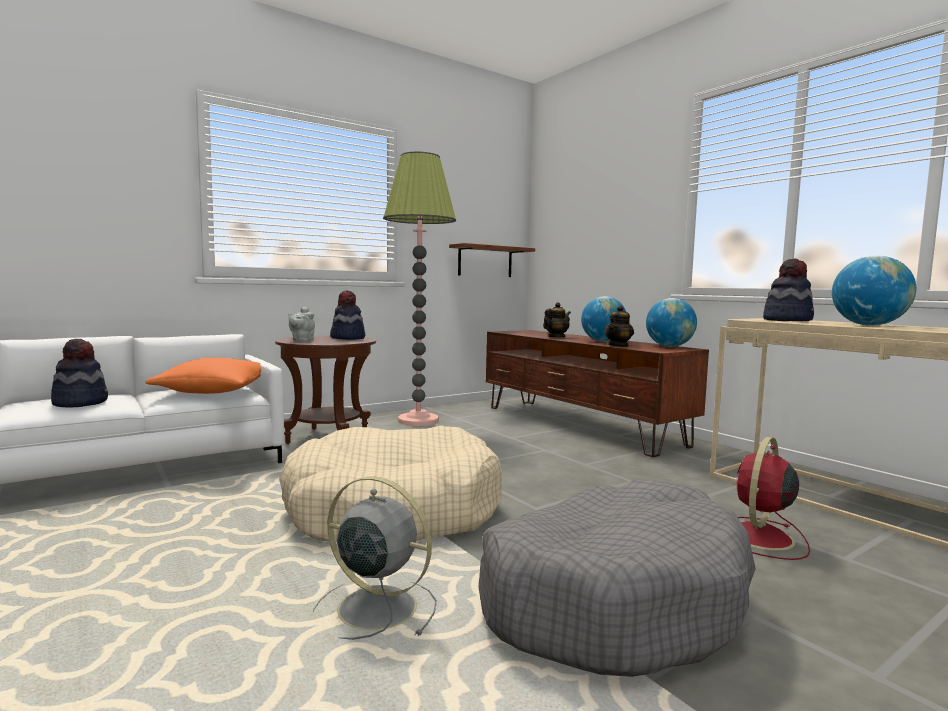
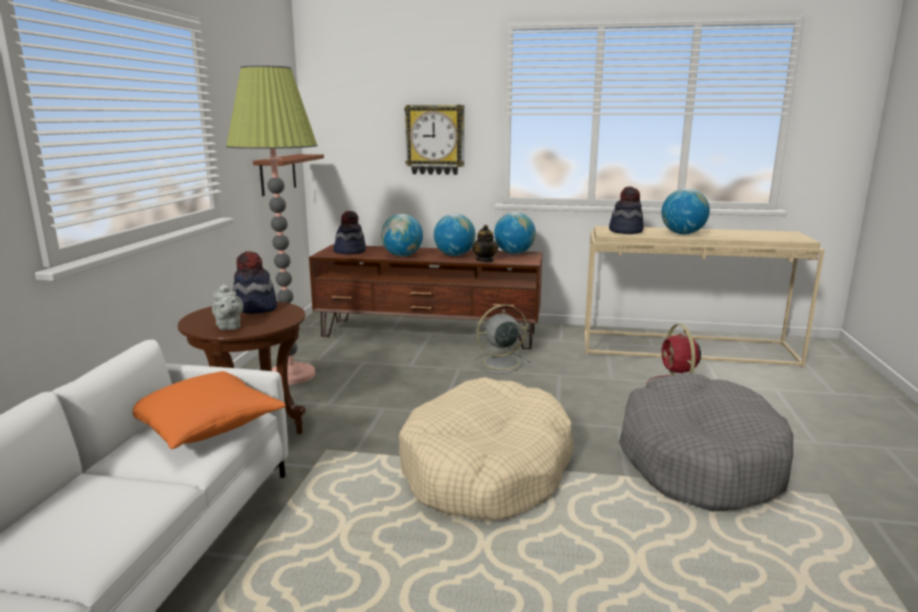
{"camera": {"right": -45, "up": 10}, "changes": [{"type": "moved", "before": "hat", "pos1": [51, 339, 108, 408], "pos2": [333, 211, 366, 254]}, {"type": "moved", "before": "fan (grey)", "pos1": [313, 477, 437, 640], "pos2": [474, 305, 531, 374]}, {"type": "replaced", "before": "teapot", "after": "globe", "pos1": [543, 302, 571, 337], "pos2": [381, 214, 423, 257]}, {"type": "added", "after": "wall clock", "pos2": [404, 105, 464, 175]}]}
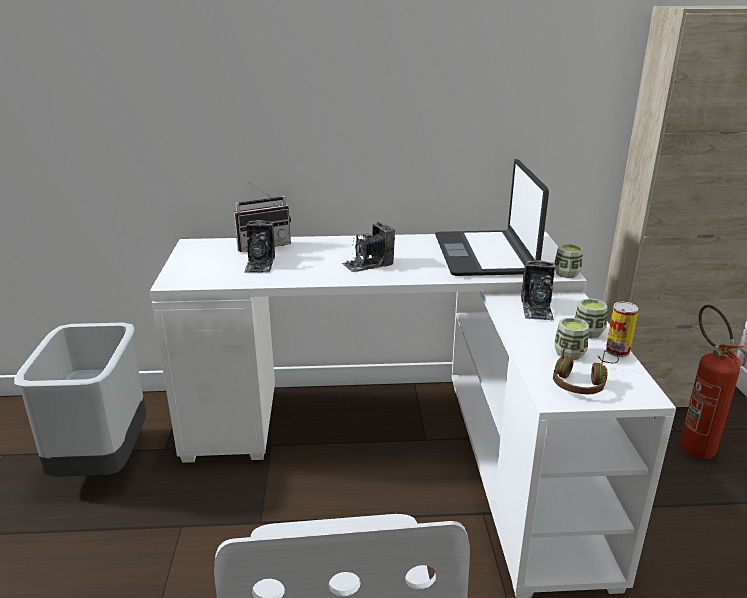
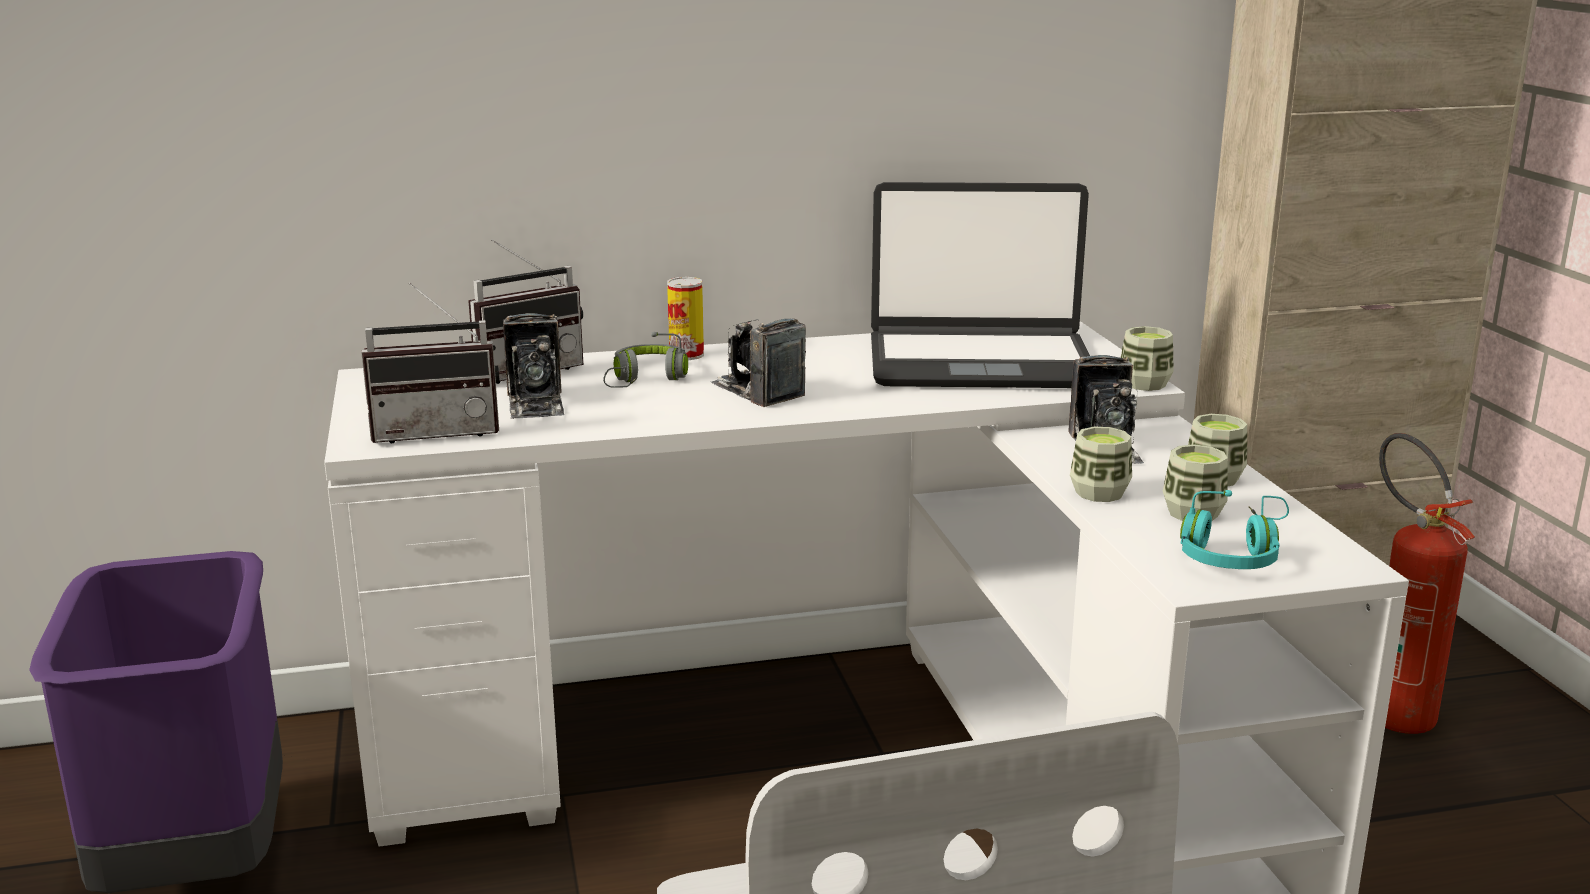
{"camera": {"right": -10, "up": -5}, "changes": [{"type": "recoloured", "before": "trash can (grey)", "after": "trash can (purple)", "pos1": [14, 323, 147, 477], "pos2": [29, 551, 283, 893]}, {"type": "turned", "before": "photo camera", "pos1": [342, 222, 395, 272], "pos2": [711, 318, 806, 407], "turn": 90}, {"type": "turned", "before": "laptop", "pos1": [435, 159, 549, 276], "pos2": [871, 182, 1090, 388], "turn": -75}, {"type": "recoloured", "before": "headphones (brown)", "after": "headphones (turquoise)", "pos1": [553, 348, 619, 394], "pos2": [1180, 490, 1289, 569]}, {"type": "moved", "before": "can", "pos1": [606, 302, 639, 357], "pos2": [667, 277, 704, 360]}, {"type": "added", "after": "radio", "pos2": [361, 282, 500, 443]}, {"type": "added", "after": "headphones (grey)", "pos2": [603, 332, 688, 388]}, {"type": "added", "after": "cup", "pos2": [1070, 427, 1132, 502]}]}
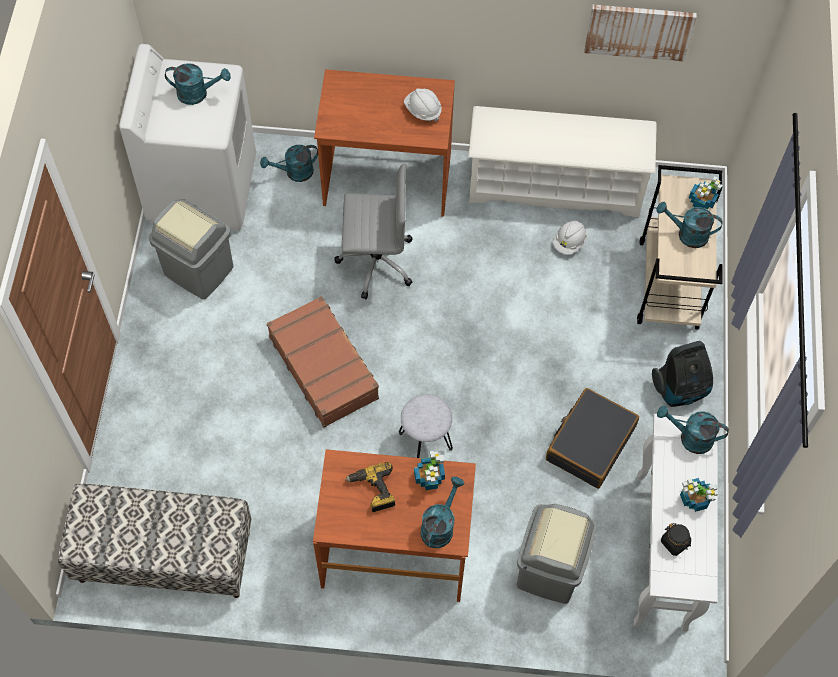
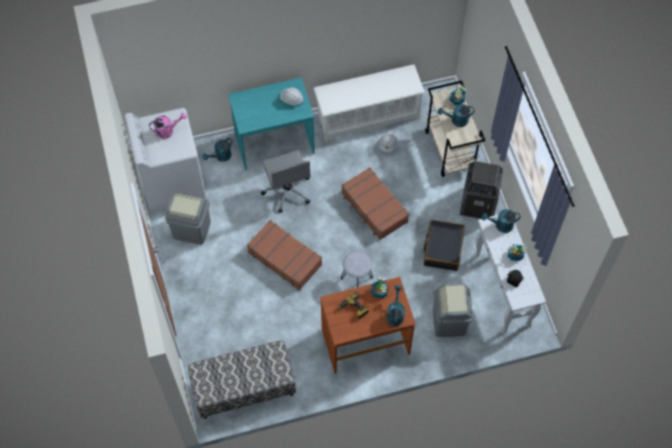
{"camera": {"right": -20, "up": 0}, "changes": [{"type": "recoloured", "before": "watering can (turquoise)", "after": "watering can (pink)", "pos1": [165, 63, 231, 105], "pos2": [149, 112, 187, 139]}, {"type": "recoloured", "before": "desk (brown)", "after": "desk (turquoise)", "pos1": [314, 69, 455, 217], "pos2": [228, 77, 315, 170]}, {"type": "turned", "before": "office chair (grey)", "pos1": [335, 163, 412, 299], "pos2": [261, 150, 310, 213], "turn": 90}, {"type": "removed", "before": "picture", "pos1": [584, 5, 697, 62]}, {"type": "replaced", "before": "vacuum cleaner", "after": "trash can", "pos1": [652, 341, 713, 407], "pos2": [460, 161, 503, 219]}, {"type": "added", "after": "suitcase (brown)", "pos2": [341, 167, 409, 240]}]}
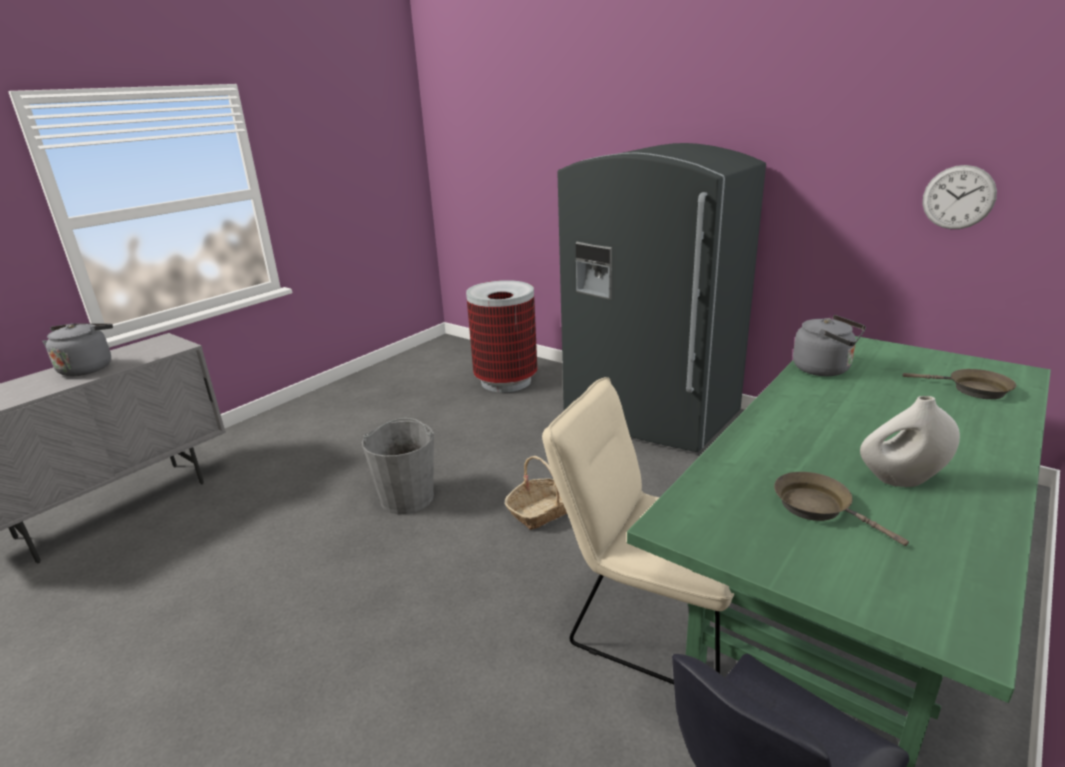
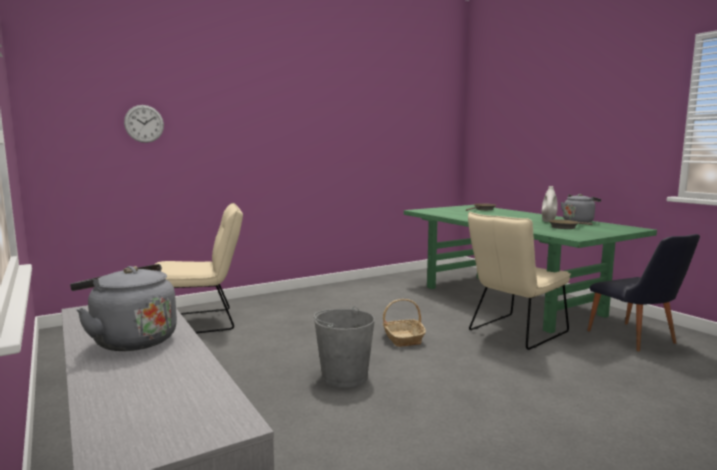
{"camera": {"right": -70, "up": -15}, "changes": [{"type": "replaced", "before": "trash can", "after": "chair (beige)", "pos1": [466, 280, 537, 392], "pos2": [155, 203, 243, 334]}, {"type": "removed", "before": "fridge (grey)", "pos1": [557, 143, 766, 452]}, {"type": "moved", "before": "kettle (grey)", "pos1": [793, 315, 866, 376], "pos2": [561, 194, 601, 223]}, {"type": "moved", "before": "wall clock", "pos1": [922, 165, 997, 229], "pos2": [124, 105, 164, 143]}]}
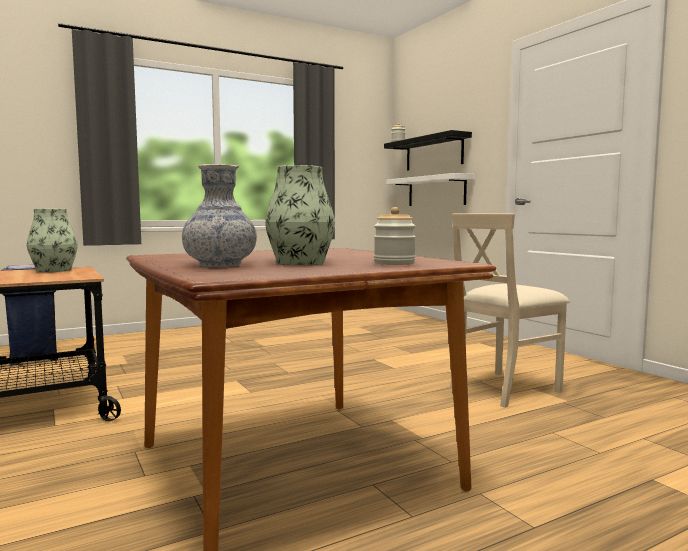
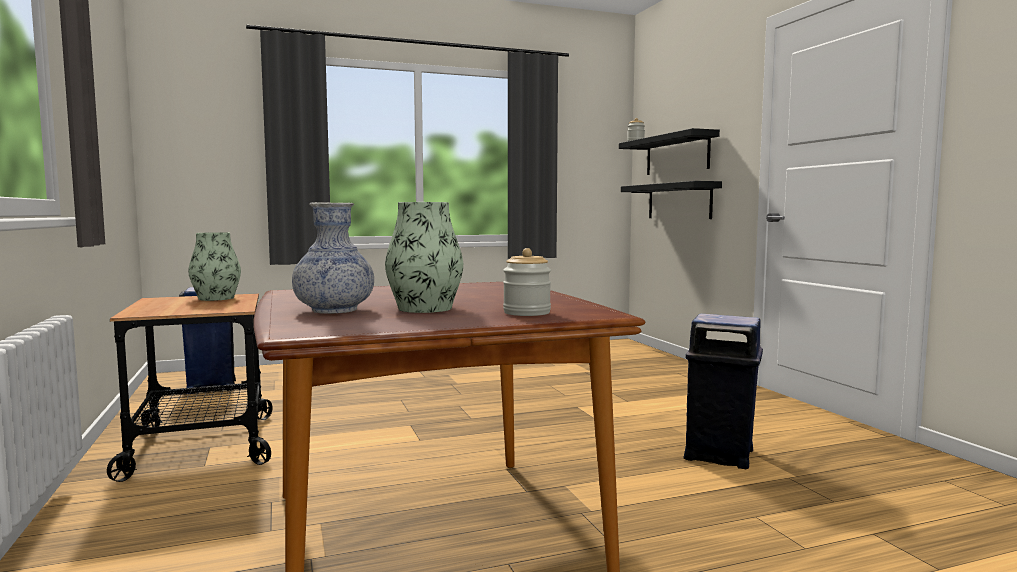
{"camera": {"right": 10, "up": 0}, "changes": [{"type": "recoloured", "before": "shelf (white)", "after": "shelf (black)", "pos1": [386, 173, 475, 206], "pos2": [621, 181, 722, 219]}, {"type": "replaced", "before": "chair (beige)", "after": "trash can (blue)", "pos1": [450, 213, 569, 408], "pos2": [684, 314, 763, 469]}]}
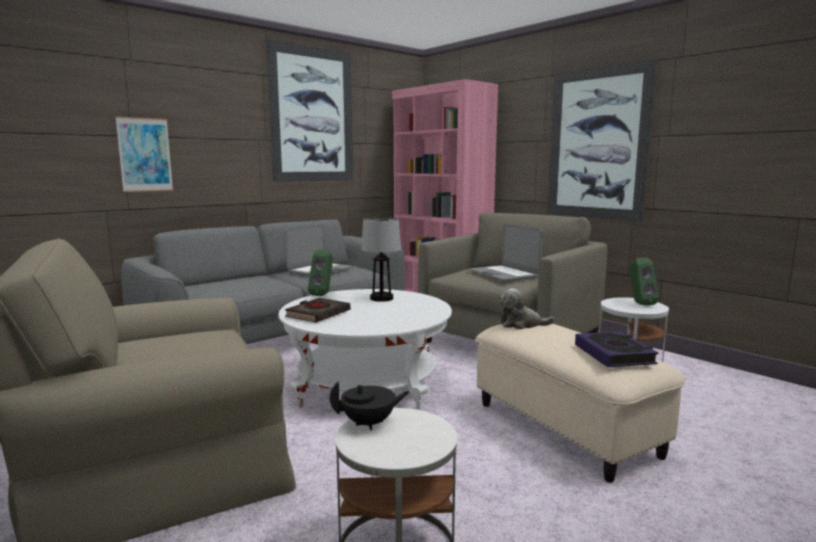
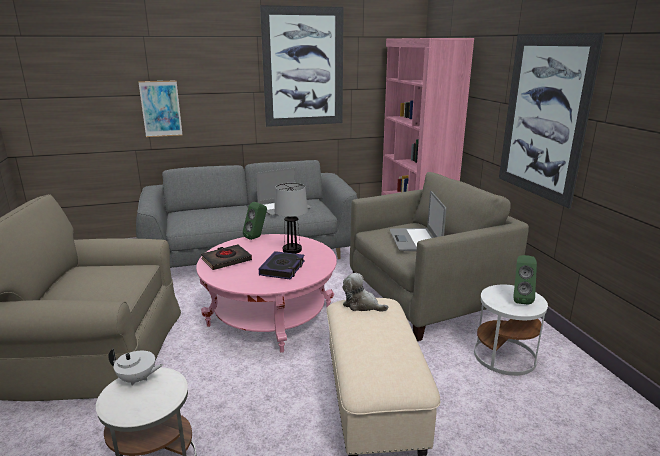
{"camera": {"right": 25, "up": 10}, "changes": [{"type": "recoloured", "before": "coffee table (white)", "after": "coffee table (pink)", "pos1": [278, 289, 452, 410], "pos2": [196, 234, 337, 353]}, {"type": "recoloured", "before": "teapot (black)", "after": "teapot (white)", "pos1": [330, 381, 409, 430], "pos2": [108, 348, 163, 386]}, {"type": "moved", "before": "book", "pos1": [575, 331, 659, 367], "pos2": [259, 251, 305, 279]}]}
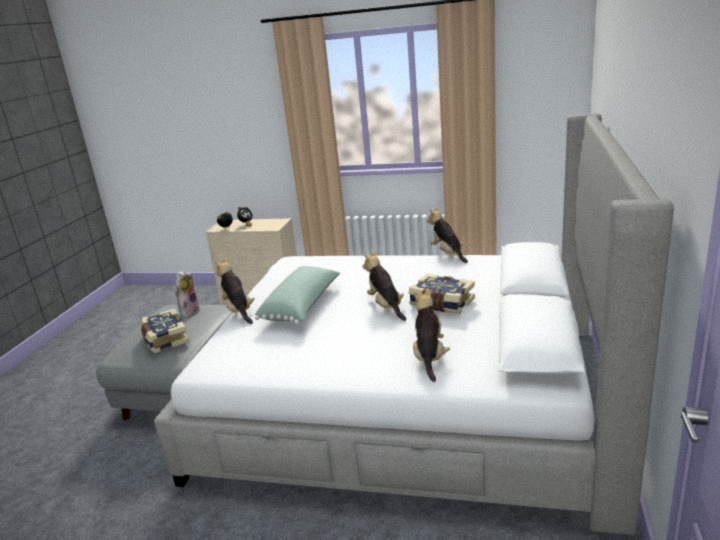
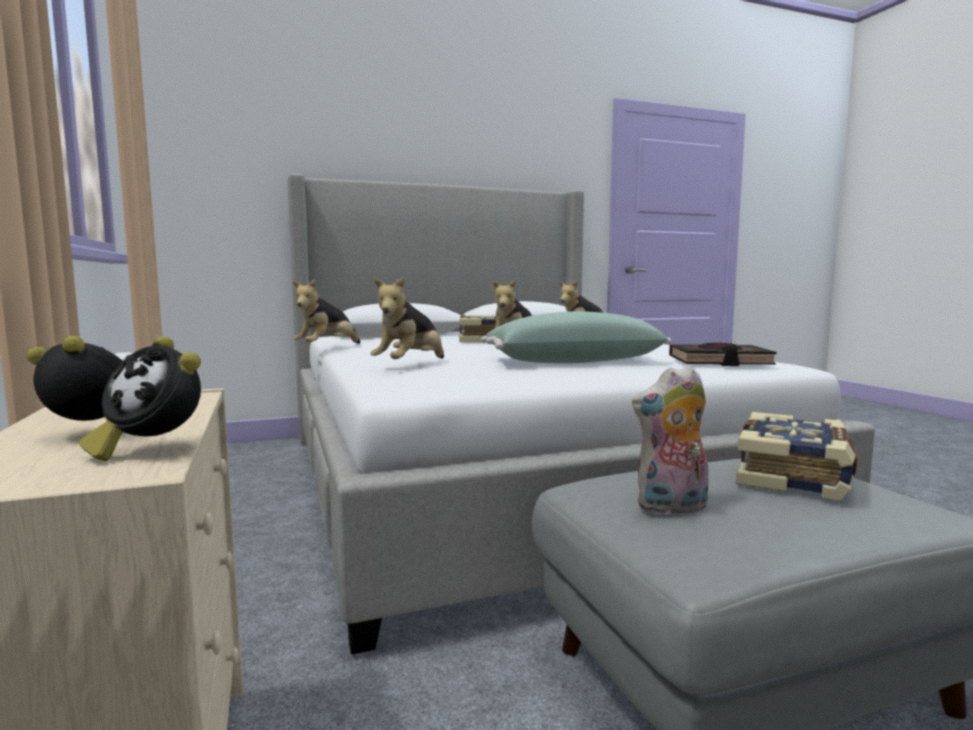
{"camera": {"right": -125, "up": -15}, "changes": [{"type": "moved", "before": "plush toy", "pos1": [215, 257, 255, 324], "pos2": [370, 276, 444, 359]}, {"type": "added", "after": "book (black)", "pos2": [669, 343, 777, 366]}]}
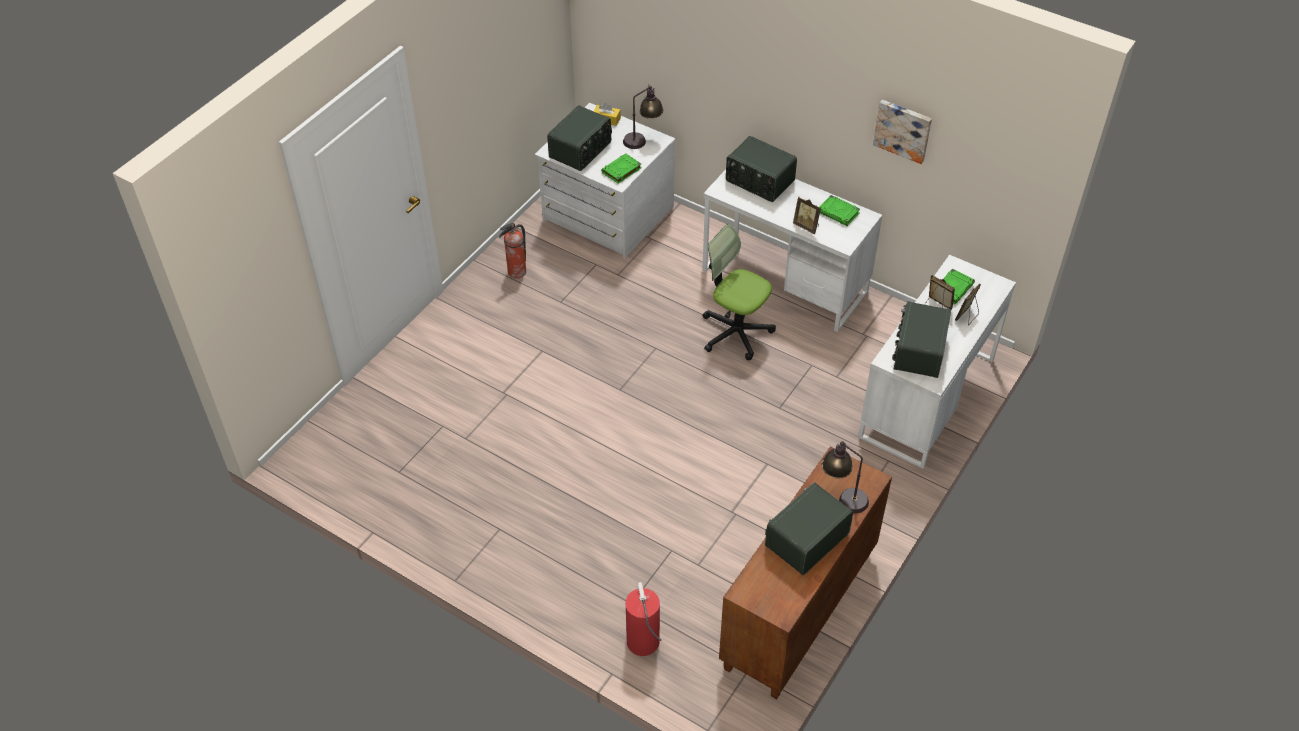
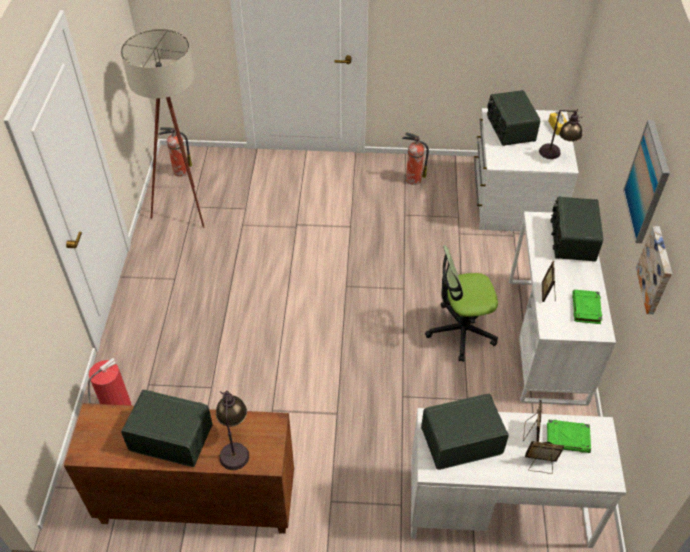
{"camera": {"right": 60, "up": 0}, "changes": [{"type": "turned", "before": "radio", "pos1": [547, 105, 612, 171], "pos2": [487, 90, 540, 146], "turn": 75}, {"type": "removed", "before": "book (green)", "pos1": [601, 153, 642, 183]}, {"type": "turned", "before": "office chair", "pos1": [702, 224, 776, 360], "pos2": [425, 245, 498, 362], "turn": -105}, {"type": "added", "after": "floor lamp (beige)", "pos2": [120, 29, 204, 228]}, {"type": "added", "after": "fire extinguisher", "pos2": [158, 127, 192, 177]}, {"type": "added", "after": "picture", "pos2": [623, 120, 670, 243]}]}
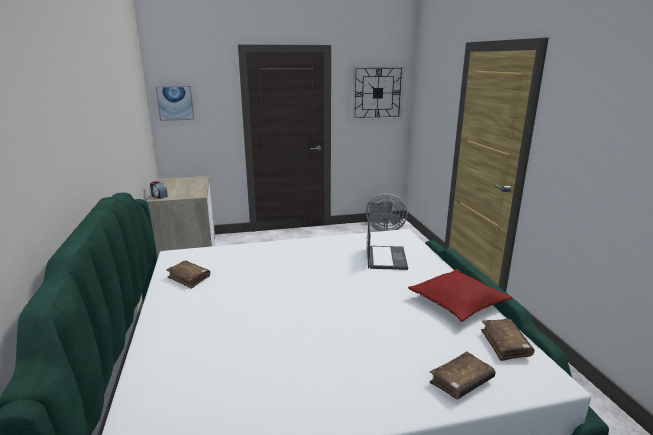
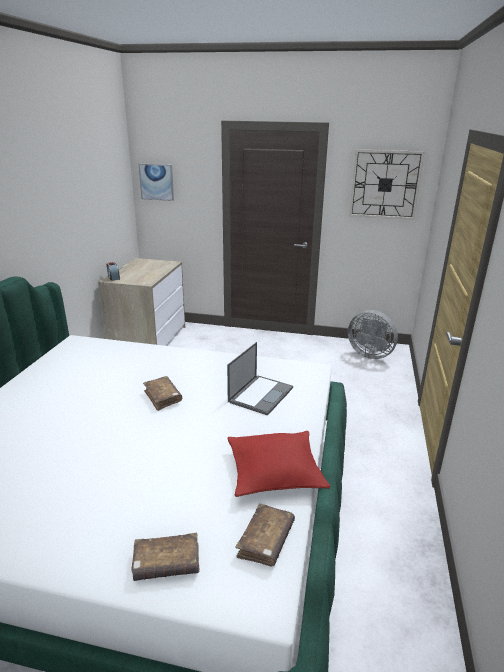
{"camera": {"right": 25, "up": 5}, "changes": [{"type": "moved", "before": "book (brown)", "pos1": [166, 261, 210, 289], "pos2": [143, 376, 182, 411]}]}
